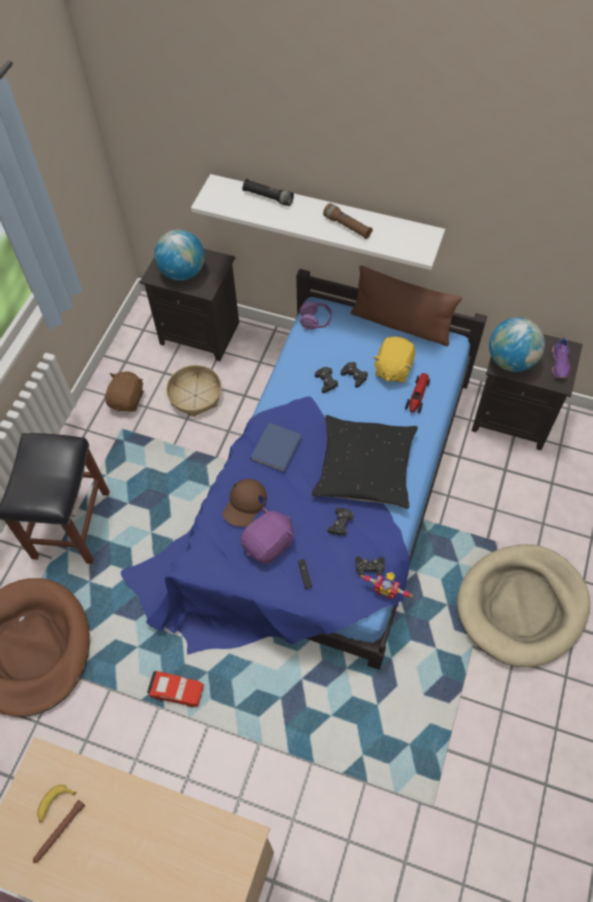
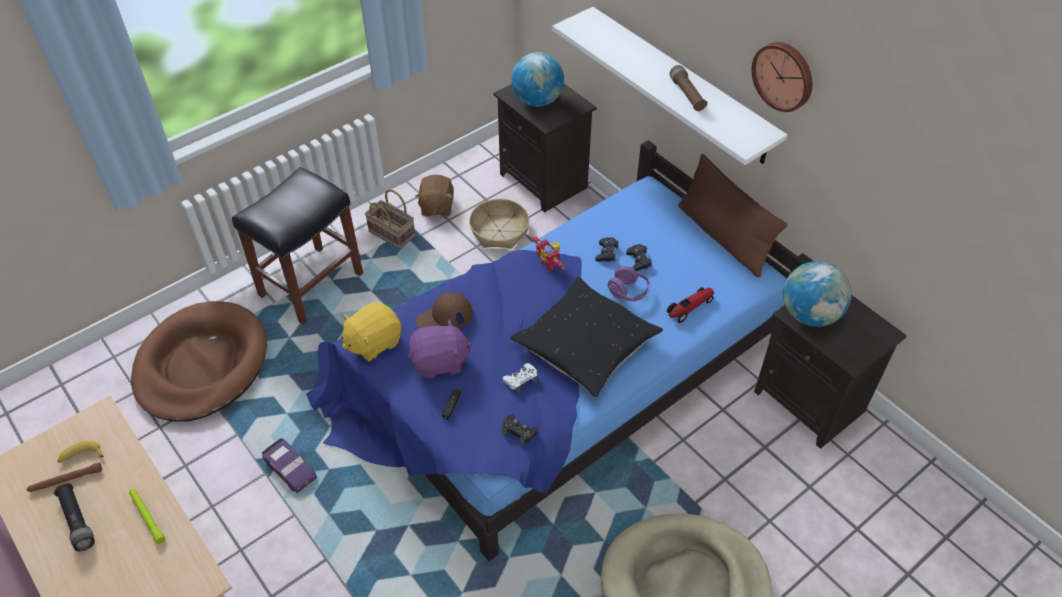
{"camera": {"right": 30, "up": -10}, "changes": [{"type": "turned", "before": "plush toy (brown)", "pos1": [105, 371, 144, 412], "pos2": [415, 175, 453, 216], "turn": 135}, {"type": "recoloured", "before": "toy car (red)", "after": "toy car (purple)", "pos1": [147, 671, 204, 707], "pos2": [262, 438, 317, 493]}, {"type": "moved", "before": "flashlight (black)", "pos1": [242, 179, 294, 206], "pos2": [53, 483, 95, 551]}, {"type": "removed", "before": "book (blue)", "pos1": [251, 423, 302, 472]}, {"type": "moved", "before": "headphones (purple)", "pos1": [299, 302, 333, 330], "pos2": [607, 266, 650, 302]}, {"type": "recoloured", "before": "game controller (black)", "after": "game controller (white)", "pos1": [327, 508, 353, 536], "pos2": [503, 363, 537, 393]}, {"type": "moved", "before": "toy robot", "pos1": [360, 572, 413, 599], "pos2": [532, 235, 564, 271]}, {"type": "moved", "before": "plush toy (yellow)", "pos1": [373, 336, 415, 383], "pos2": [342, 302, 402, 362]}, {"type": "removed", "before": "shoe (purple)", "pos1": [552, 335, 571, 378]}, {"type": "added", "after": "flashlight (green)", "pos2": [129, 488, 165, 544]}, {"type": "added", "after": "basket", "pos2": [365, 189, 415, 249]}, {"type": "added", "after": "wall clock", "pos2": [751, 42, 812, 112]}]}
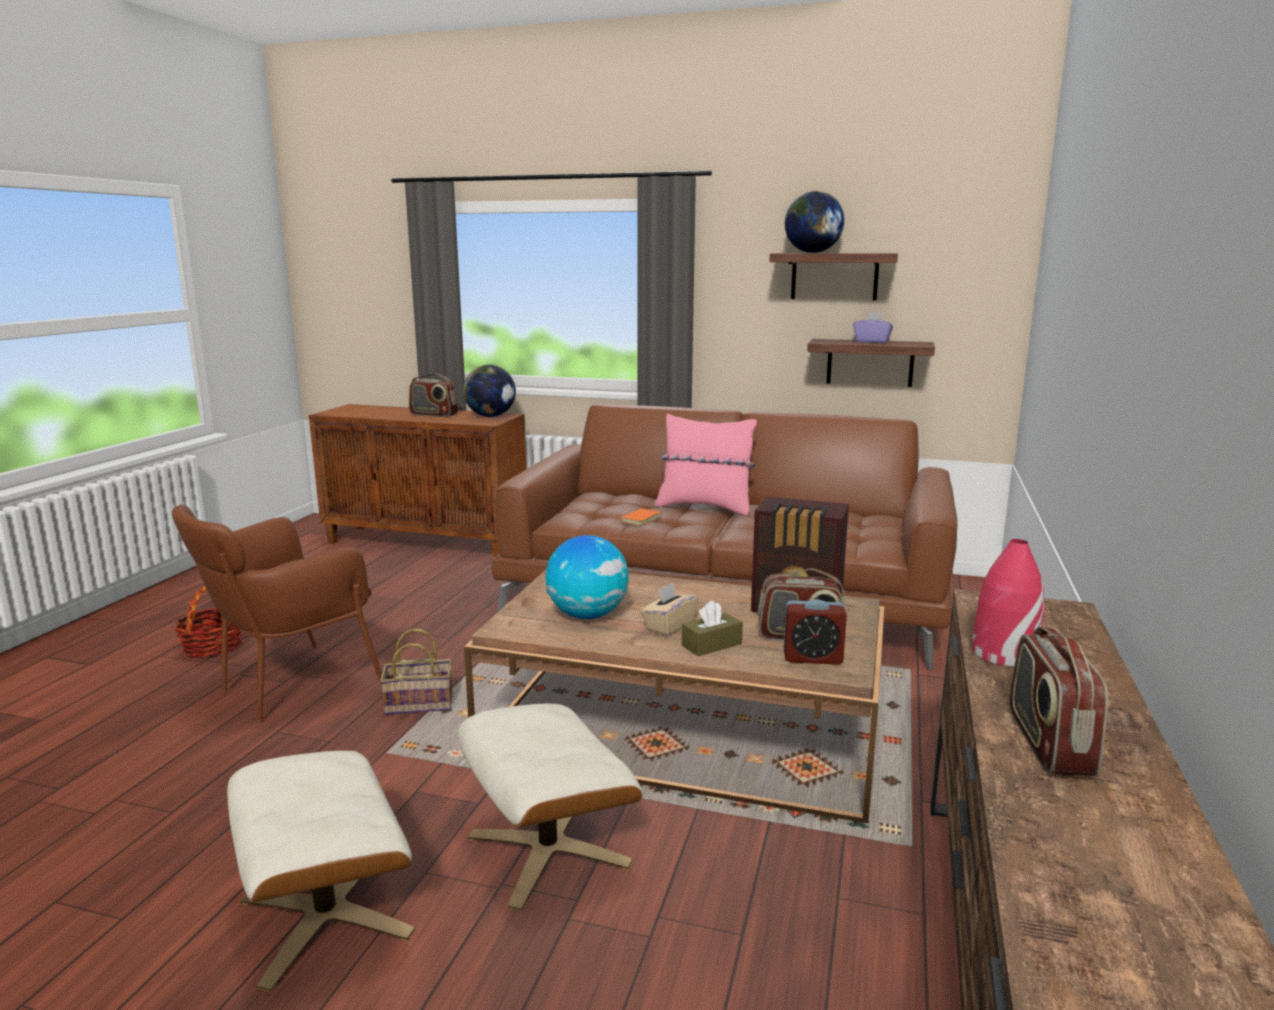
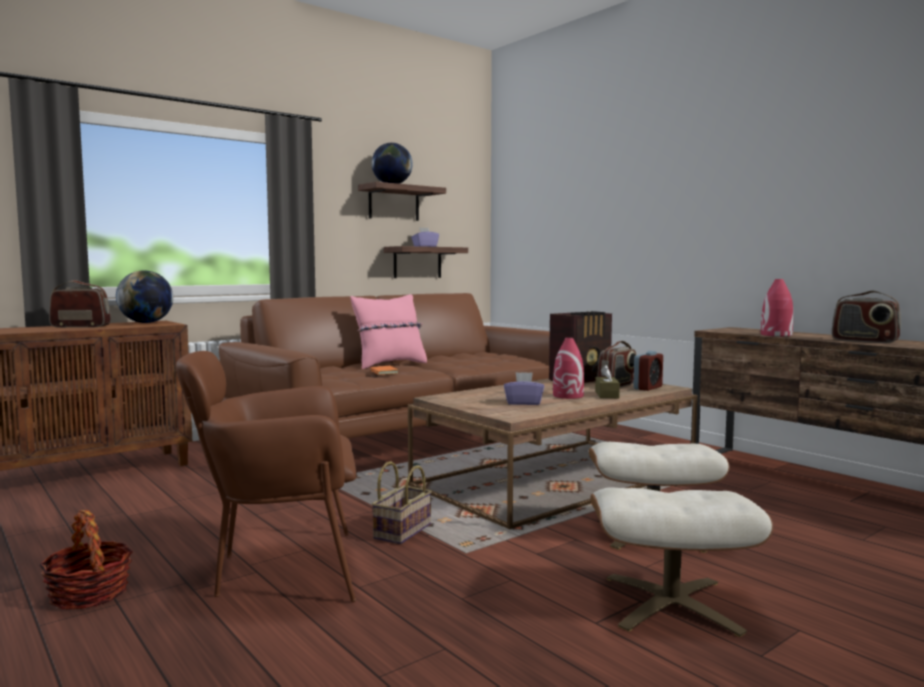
{"camera": {"right": -55, "up": -10}, "changes": [{"type": "turned", "before": "armchair (brown)", "pos1": [172, 505, 382, 722], "pos2": [176, 351, 357, 602], "turn": 90}, {"type": "turned", "before": "radio", "pos1": [409, 373, 458, 417], "pos2": [49, 280, 111, 328], "turn": -150}, {"type": "replaced", "before": "globe", "after": "tissue box (purple)", "pos1": [545, 535, 629, 619], "pos2": [504, 372, 544, 405]}, {"type": "replaced", "before": "tissue box (beige)", "after": "vase (red)", "pos1": [641, 583, 699, 636], "pos2": [553, 338, 584, 399]}]}
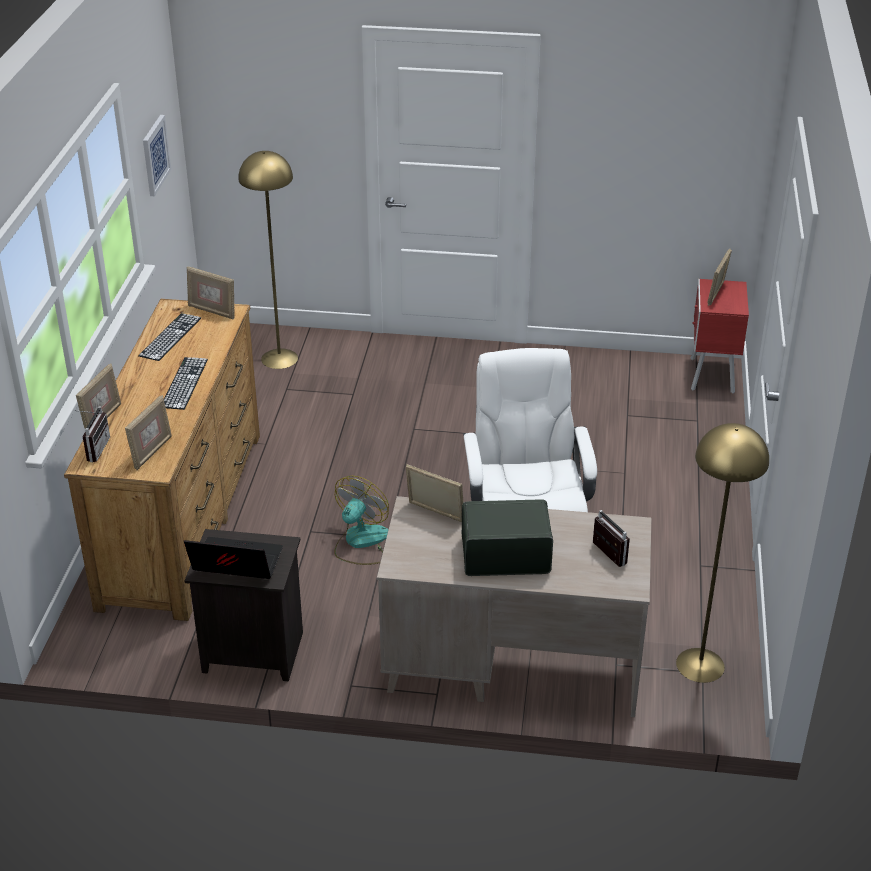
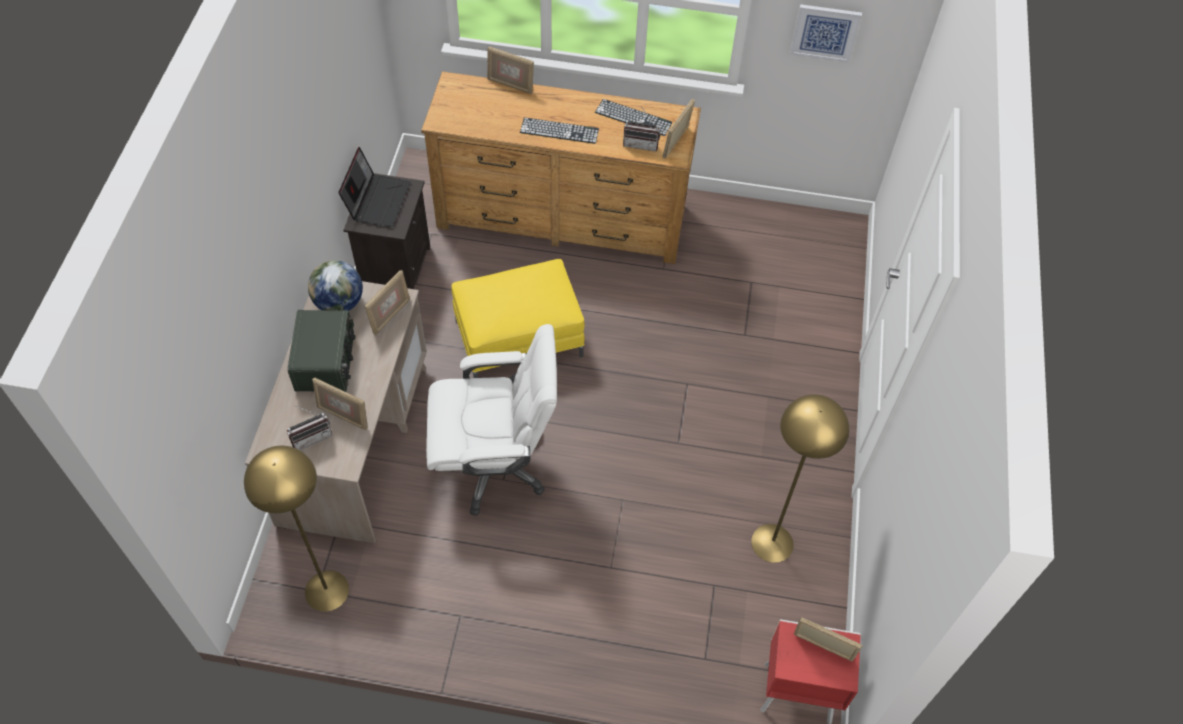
{"camera": {"right": 90, "up": 20}, "changes": [{"type": "moved", "before": "radio", "pos1": [74, 406, 110, 462], "pos2": [623, 108, 660, 151]}, {"type": "moved", "before": "picture frame", "pos1": [125, 395, 172, 470], "pos2": [312, 378, 368, 430]}, {"type": "moved", "before": "floor lamp (yellow)", "pos1": [238, 151, 298, 369], "pos2": [751, 394, 849, 563]}, {"type": "replaced", "before": "fan", "after": "ottoman (yellow)", "pos1": [334, 476, 389, 565], "pos2": [451, 259, 585, 378]}, {"type": "added", "after": "globe", "pos2": [308, 260, 363, 311]}]}
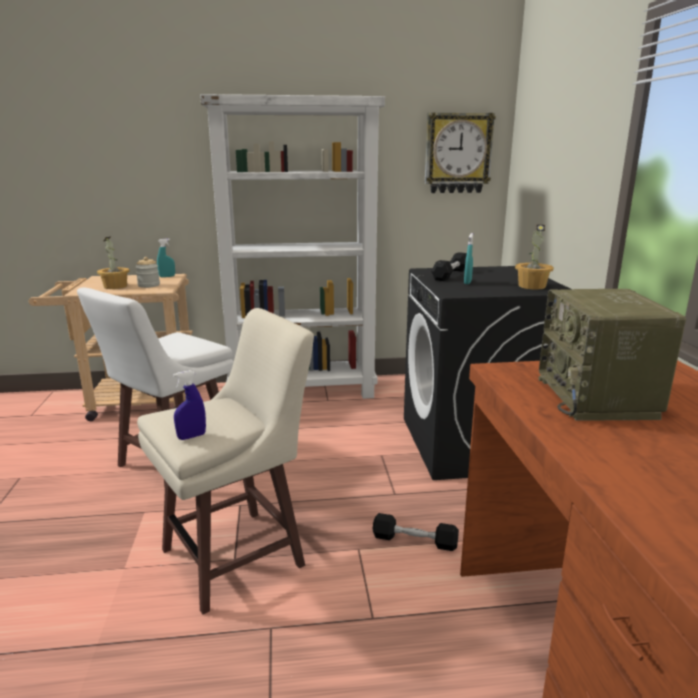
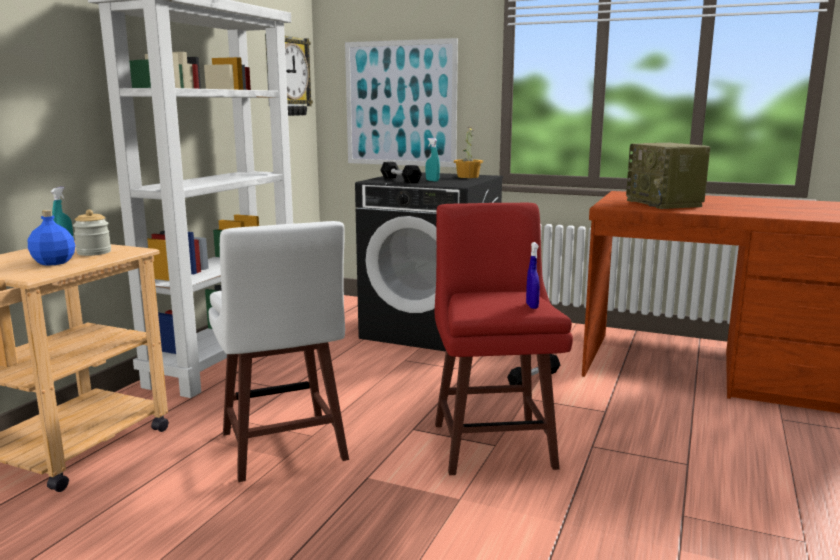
{"camera": {"right": -60, "up": -5}, "changes": [{"type": "replaced", "before": "potted plant", "after": "bottle (blue)", "pos1": [97, 237, 129, 289], "pos2": [28, 210, 75, 266]}, {"type": "recoloured", "before": "stool (beige)", "after": "stool (red)", "pos1": [137, 308, 314, 615], "pos2": [435, 203, 573, 475]}, {"type": "turned", "before": "radio", "pos1": [539, 289, 686, 421], "pos2": [626, 143, 710, 209], "turn": 45}, {"type": "added", "after": "picture", "pos2": [345, 38, 458, 167]}]}
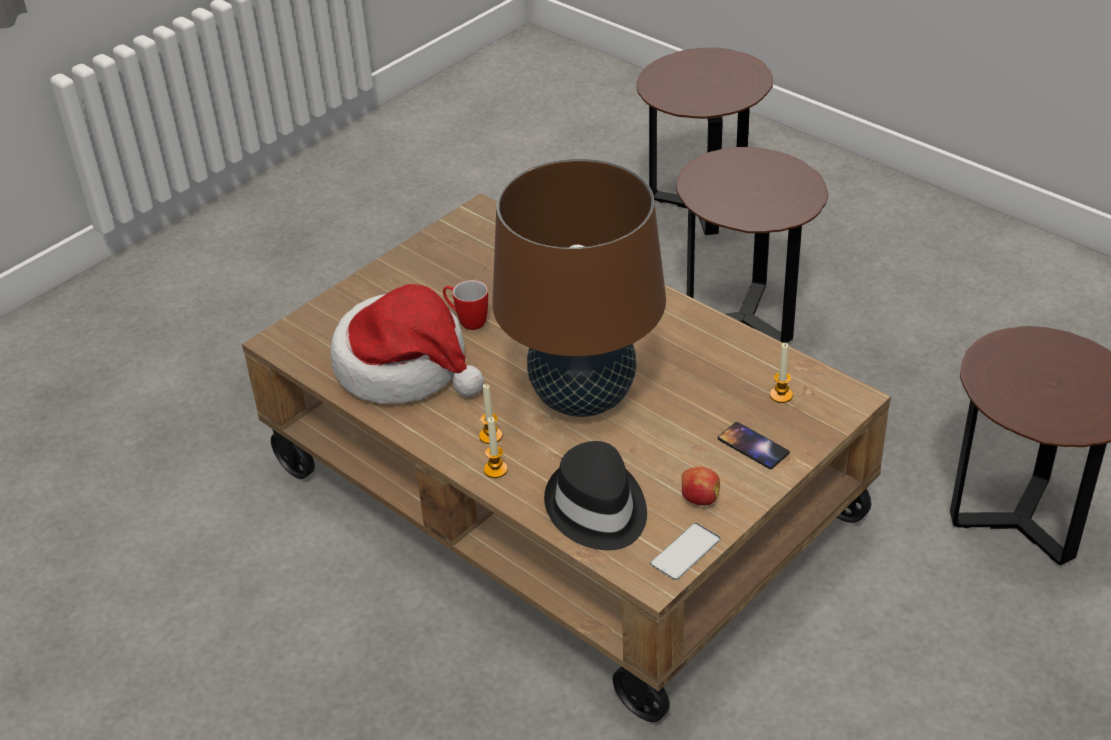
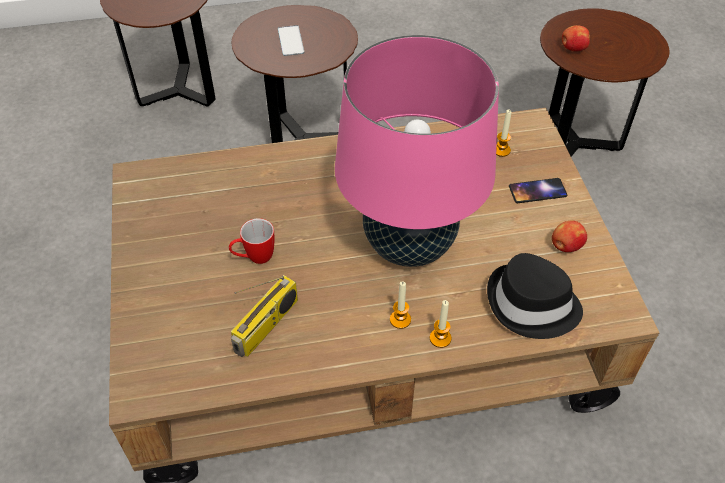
{"camera": {"right": -55, "up": 10}, "changes": [{"type": "replaced", "before": "hat", "after": "radio", "pos1": [330, 284, 484, 404], "pos2": [231, 275, 298, 357]}, {"type": "recoloured", "before": "table lamp (brown)", "after": "table lamp (pink)", "pos1": [492, 159, 666, 417], "pos2": [335, 35, 499, 267]}, {"type": "moved", "before": "phone", "pos1": [651, 523, 721, 580], "pos2": [278, 25, 304, 56]}, {"type": "added", "after": "apple", "pos2": [562, 25, 590, 51]}]}
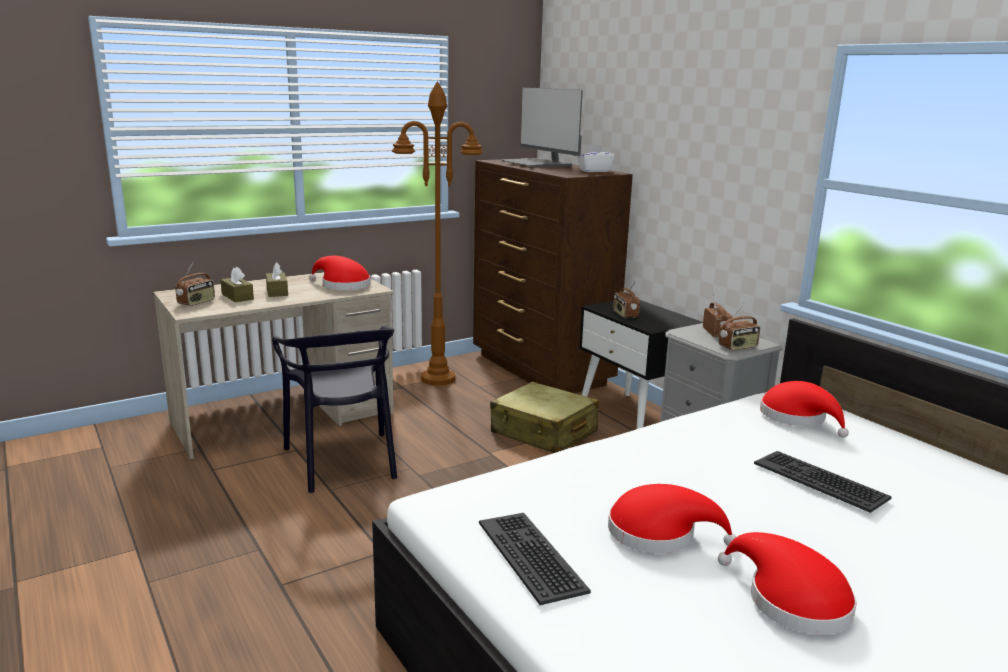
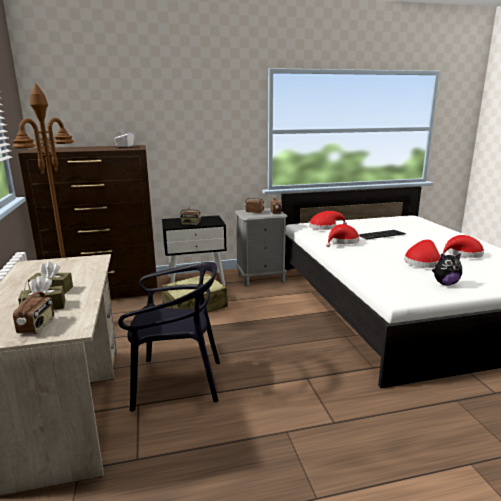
{"camera": {"right": -70, "up": 0}, "changes": [{"type": "turned", "before": "radio", "pos1": [175, 261, 215, 306], "pos2": [13, 282, 54, 334], "turn": 45}, {"type": "moved", "before": "hat (red)", "pos1": [309, 256, 371, 290], "pos2": [326, 224, 360, 247]}, {"type": "replaced", "before": "keyboard", "after": "plush toy", "pos1": [479, 513, 591, 605], "pos2": [432, 253, 462, 285]}, {"type": "removed", "before": "monitor", "pos1": [502, 87, 583, 167]}]}
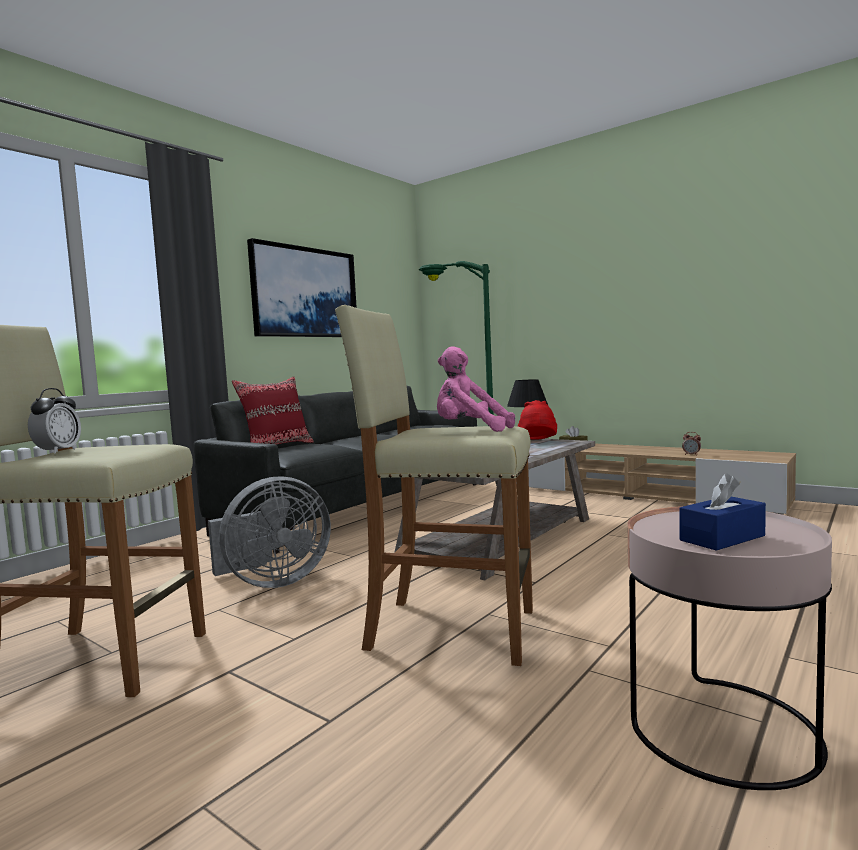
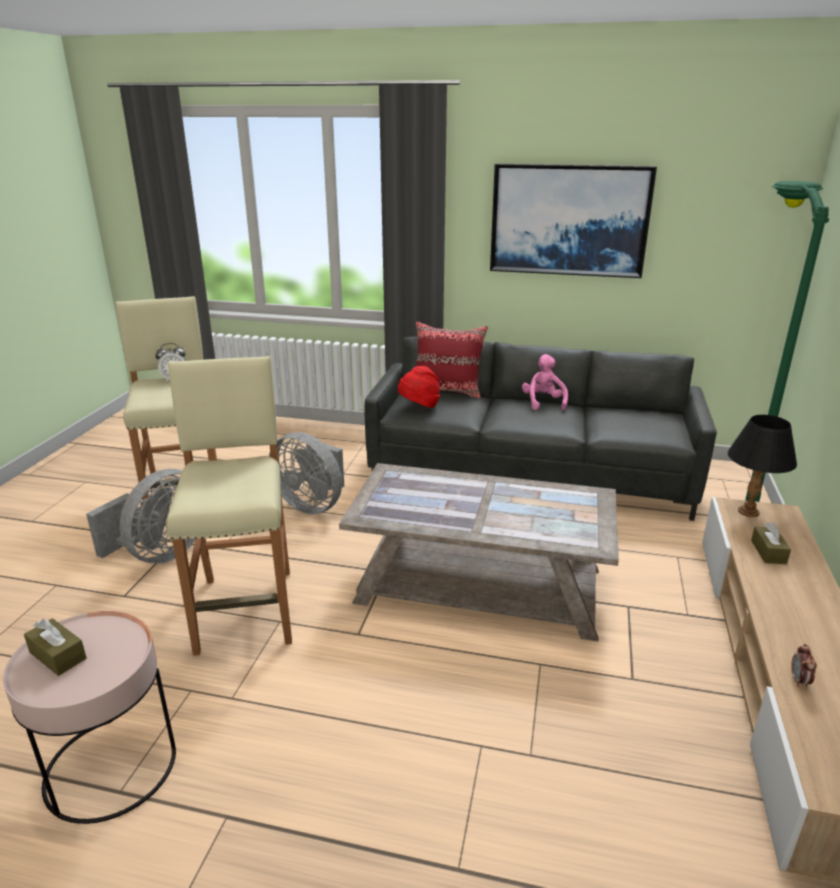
{"camera": {"right": 65, "up": 20}, "changes": [{"type": "moved", "before": "plush toy (pink)", "pos1": [437, 346, 515, 432], "pos2": [522, 354, 568, 411]}, {"type": "moved", "before": "hat (red)", "pos1": [518, 400, 557, 439], "pos2": [398, 366, 440, 408]}, {"type": "recoloured", "before": "tissue box (blue)", "after": "tissue box (brown)", "pos1": [679, 473, 766, 551], "pos2": [24, 618, 87, 676]}, {"type": "added", "after": "fan (grey)", "pos2": [86, 469, 195, 564]}]}
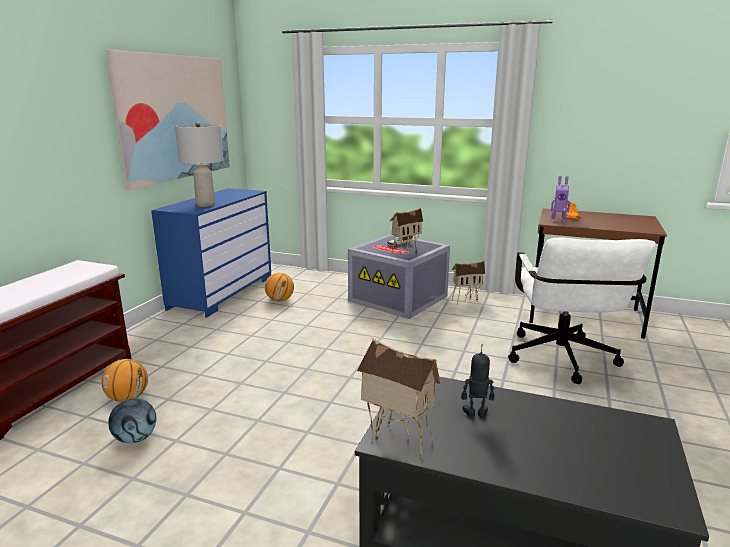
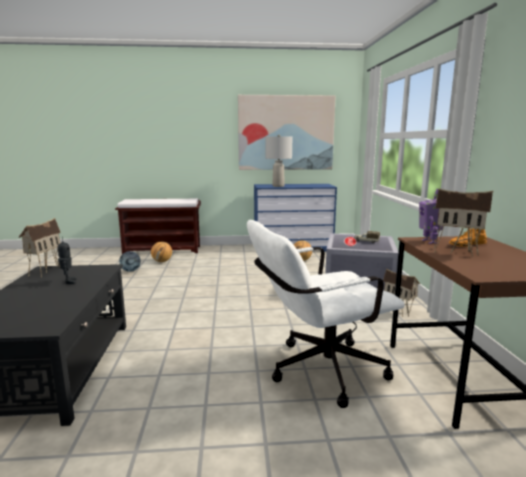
{"camera": {"right": 65, "up": -5}, "changes": [{"type": "moved", "before": "toy house", "pos1": [390, 208, 423, 257], "pos2": [434, 188, 494, 257]}]}
